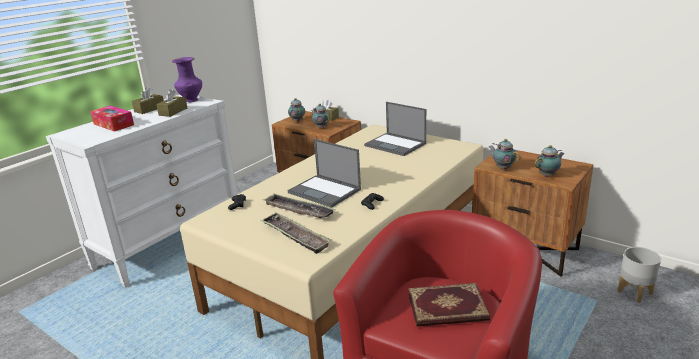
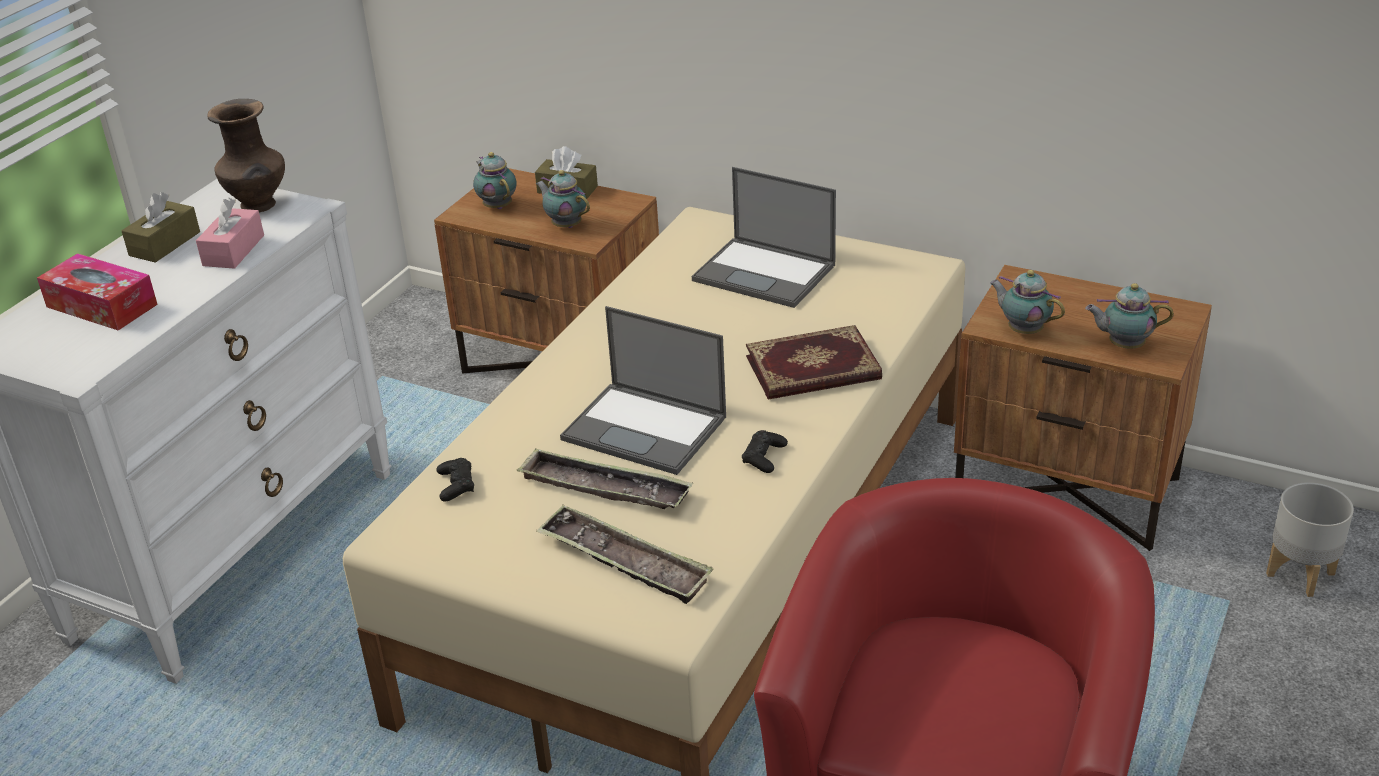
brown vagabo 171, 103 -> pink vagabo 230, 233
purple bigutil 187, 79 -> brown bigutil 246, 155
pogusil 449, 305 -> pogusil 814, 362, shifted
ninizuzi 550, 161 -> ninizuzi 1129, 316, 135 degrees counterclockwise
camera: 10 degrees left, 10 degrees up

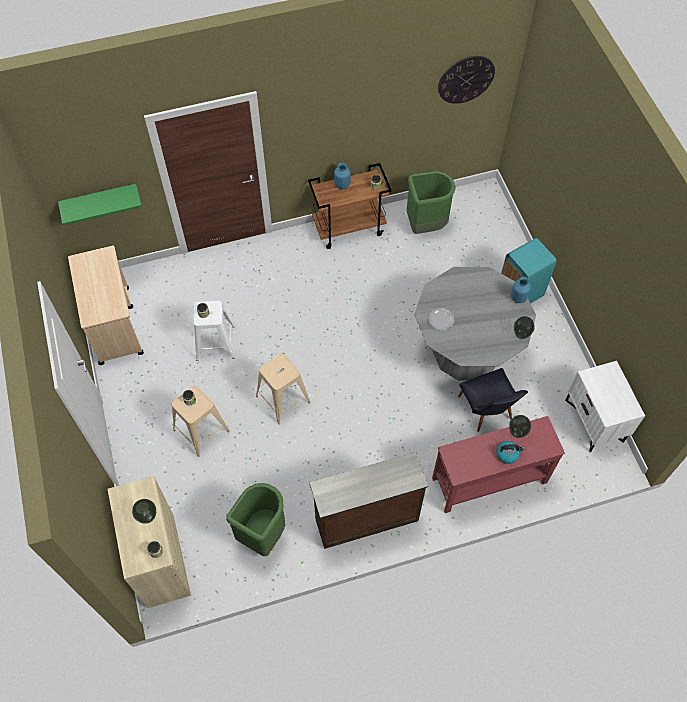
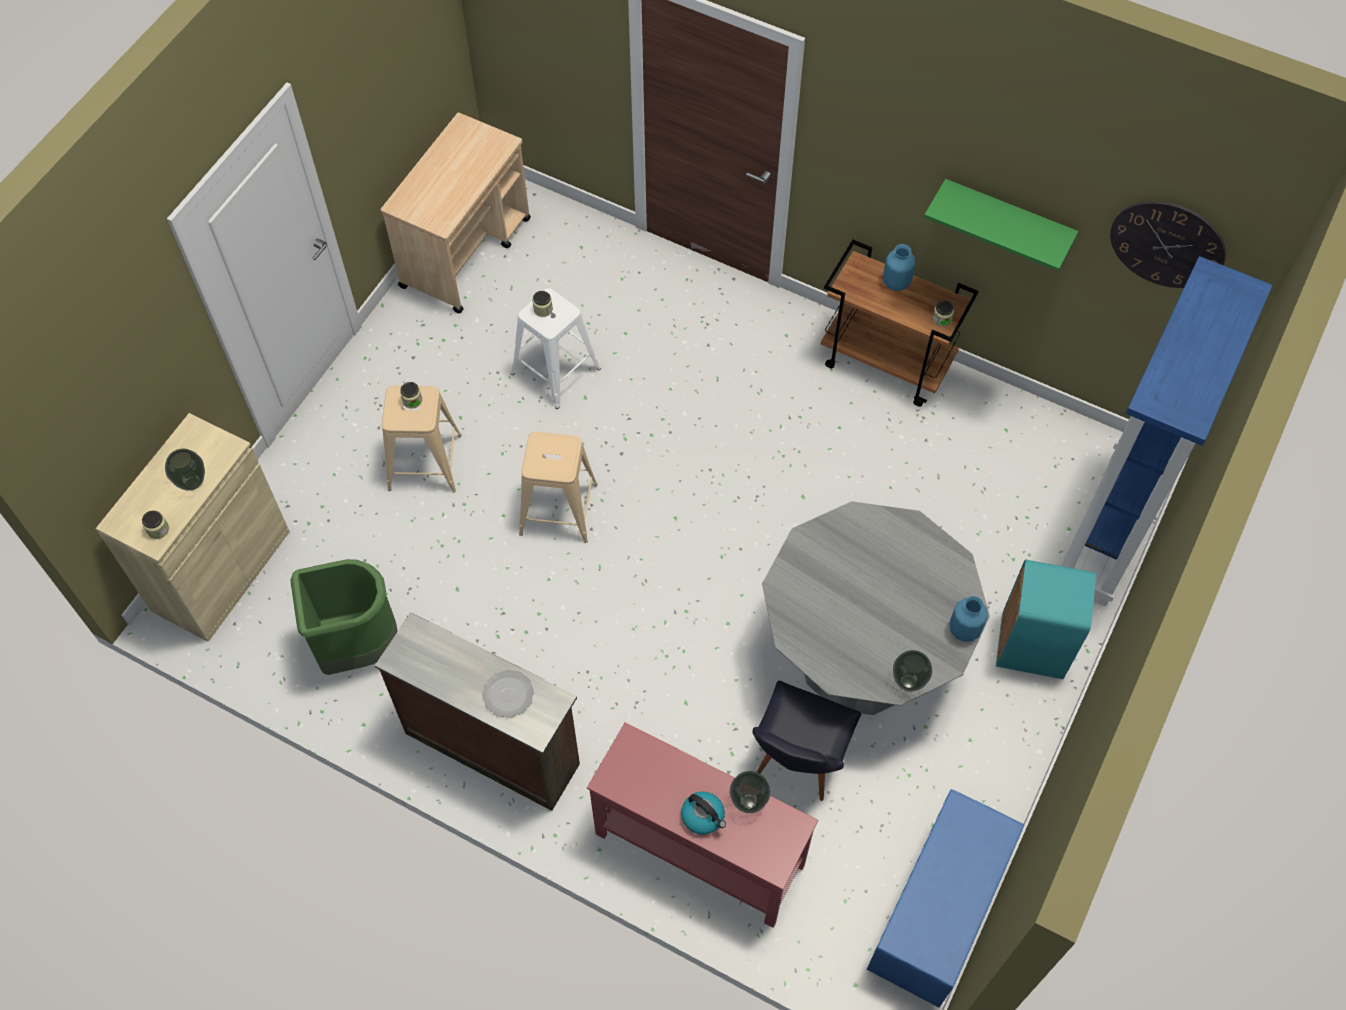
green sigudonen 100, 204 -> green sigudonen 1001, 225, shifted
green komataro 431, 202 -> none
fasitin 441, 319 -> fasitin 508, 694, shifted
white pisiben 605, 406 -> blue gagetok 945, 898
none -> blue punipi 1167, 431
camera: 45 degrees right, 0 degrees up

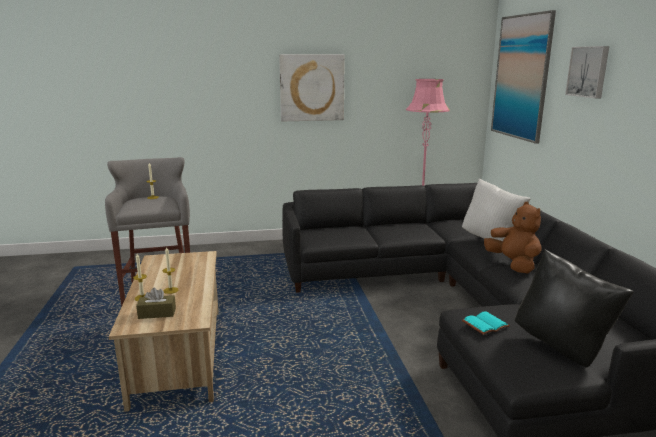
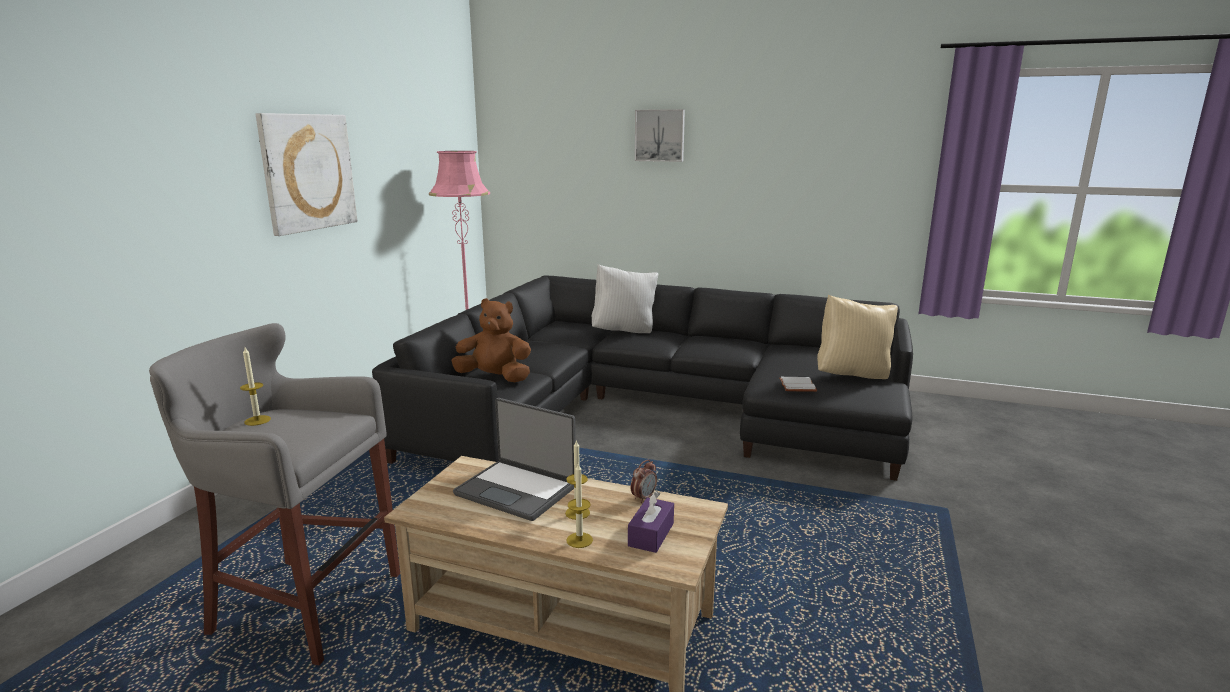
brown vagabo 156, 303 -> purple vagabo 651, 522
turquoise pogusil 486, 323 -> white pogusil 798, 384
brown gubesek 513, 238 -> brown gubesek 491, 340, shifted
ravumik 523, 77 -> none
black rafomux 574, 308 -> beige rafomux 857, 337
none -> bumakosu 514, 459
none -> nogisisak 644, 481
camera: 60 degrees left, 0 degrees up

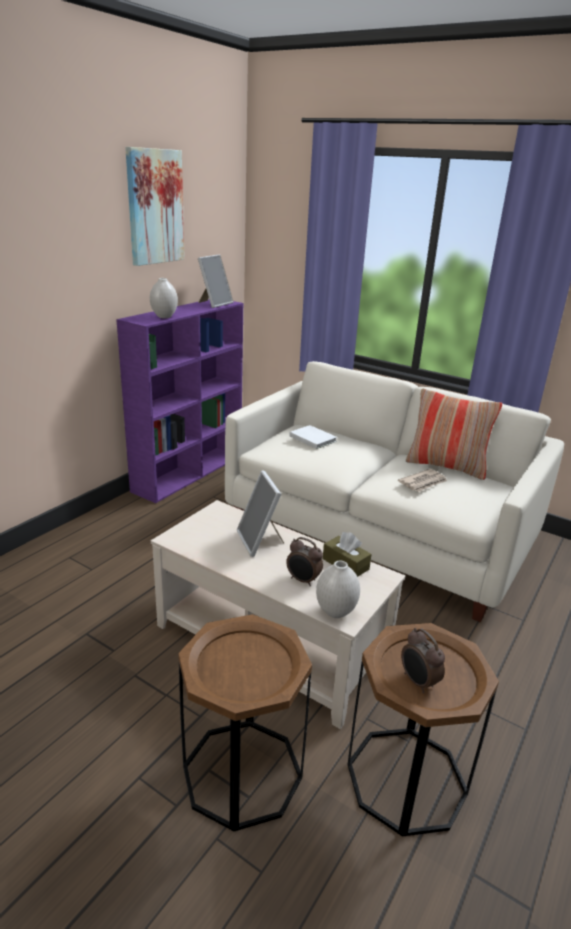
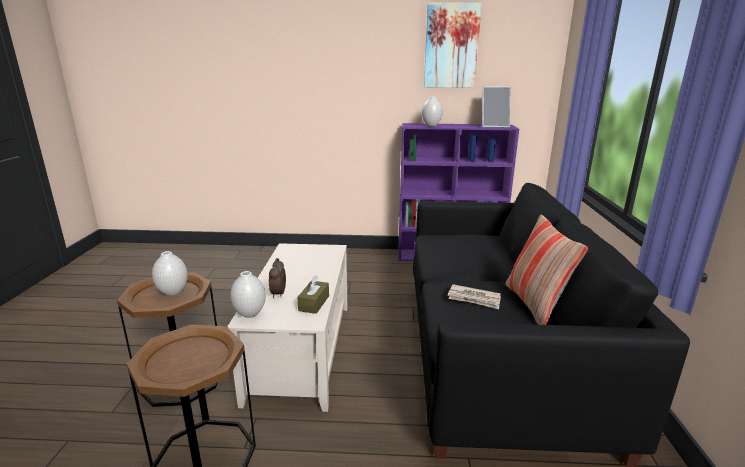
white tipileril 394, 491 -> black tipileril 551, 325
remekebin 260, 513 -> none
white pogusil 313, 437 -> none
nogisisak 423, 660 -> none
none -> white bigutil 170, 273
camera: 60 degrees right, 5 degrees down

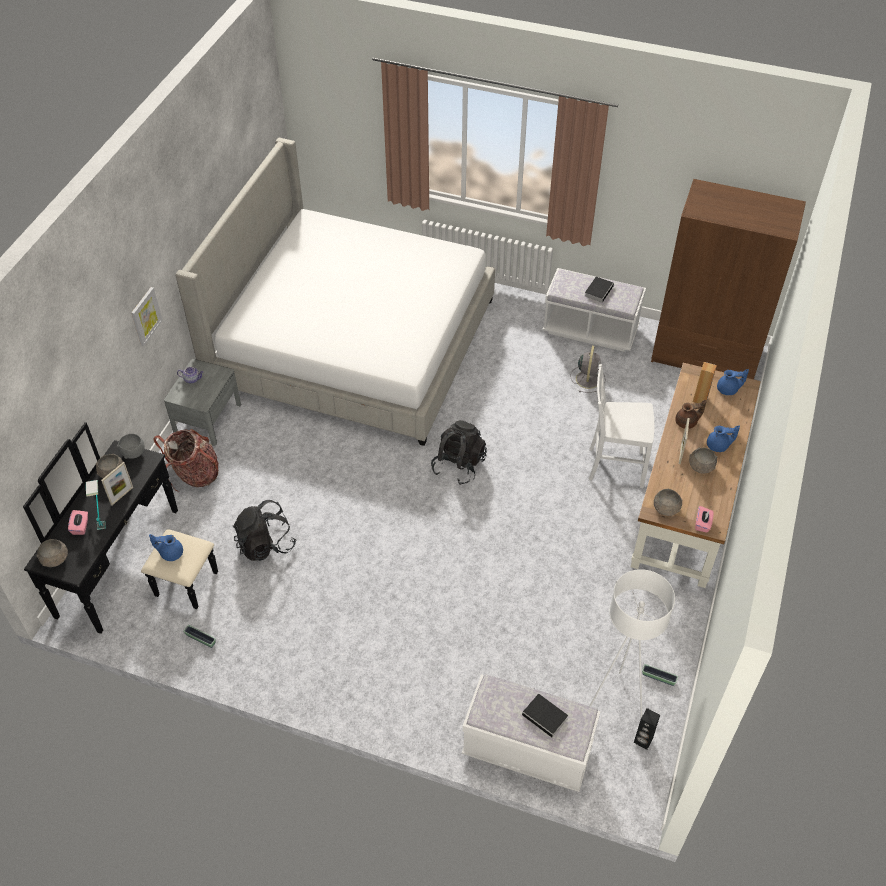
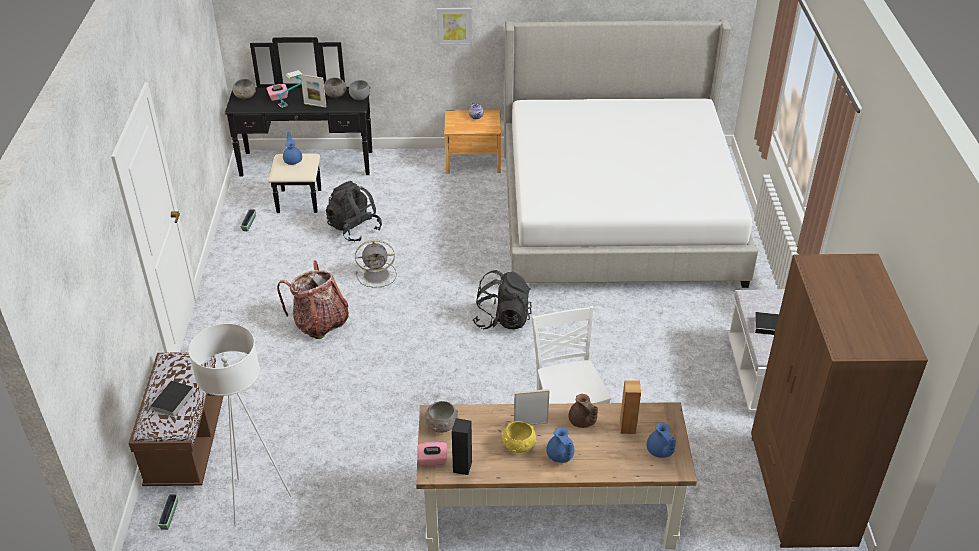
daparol 185, 461 -> daparol 313, 299, shifted
grey pisiben 202, 402 -> brown pisiben 472, 141
white gagetok 531, 733 -> brown gagetok 175, 419
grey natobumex 588, 369 -> grey natobumex 376, 264, shifted
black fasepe 647, 729 -> black fasepe 462, 446, shifted
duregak 660, 675 -> duregak 168, 512, shifted
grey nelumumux 703, 461 -> yellow nelumumux 519, 437
camera: 70 degrees right, 10 degrees down

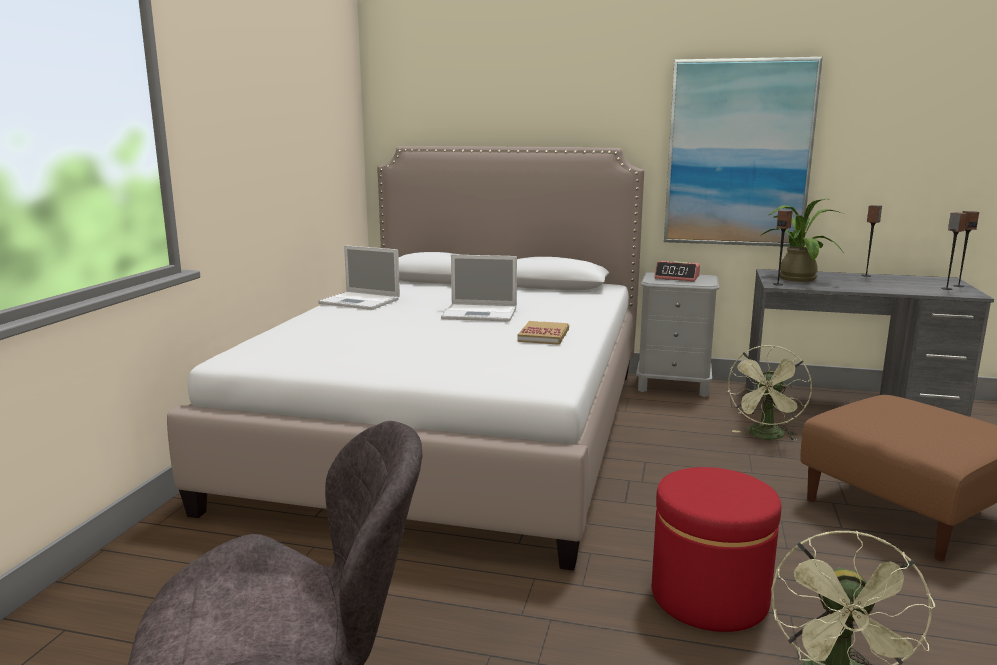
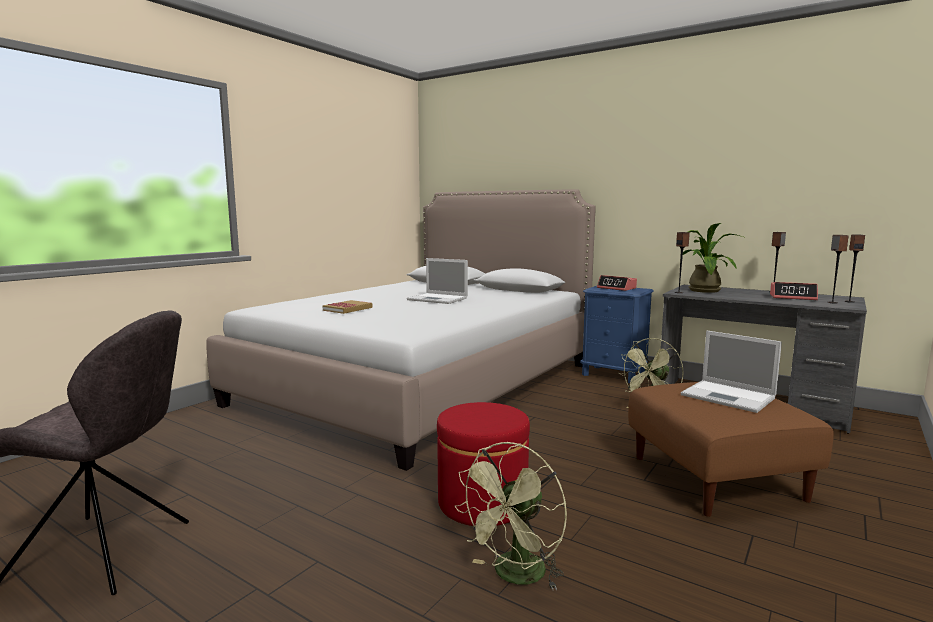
bumakosu 359, 277 -> bumakosu 731, 372, shifted
pogusil 543, 333 -> pogusil 347, 307, shifted
grey pisiben 678, 334 -> blue pisiben 617, 335
ravumik 743, 152 -> none
none -> nogisisak 794, 291
camera: 20 degrees right, 5 degrees down

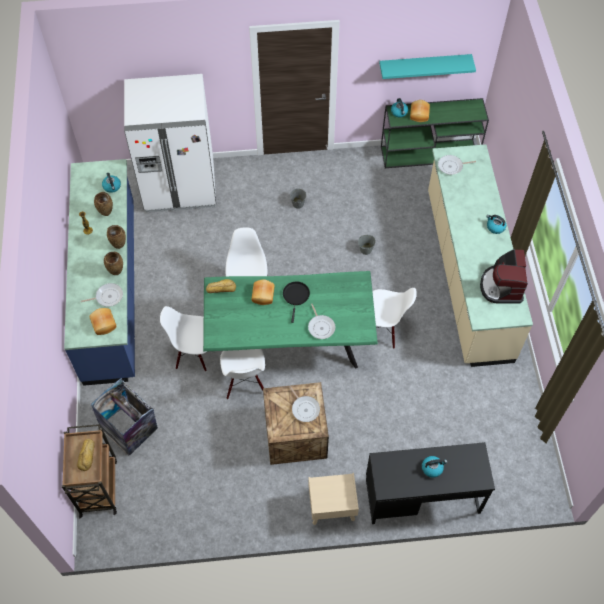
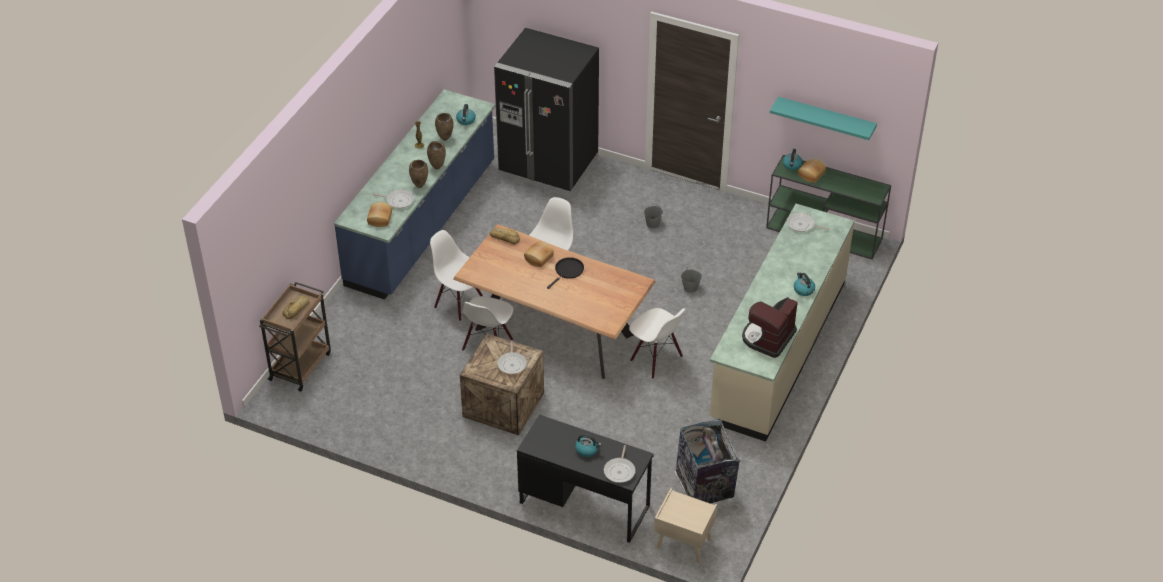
komataro 124, 416 -> komataro 707, 461, shifted
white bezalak 170, 143 -> black bezalak 546, 111
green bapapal 290, 320 -> brown bapapal 554, 301
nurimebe 321, 321 -> nurimebe 620, 464, shifted
beige pisiben 333, 499 -> beige pisiben 685, 525, shifted
camera: 30 degrees right, 15 degrees down

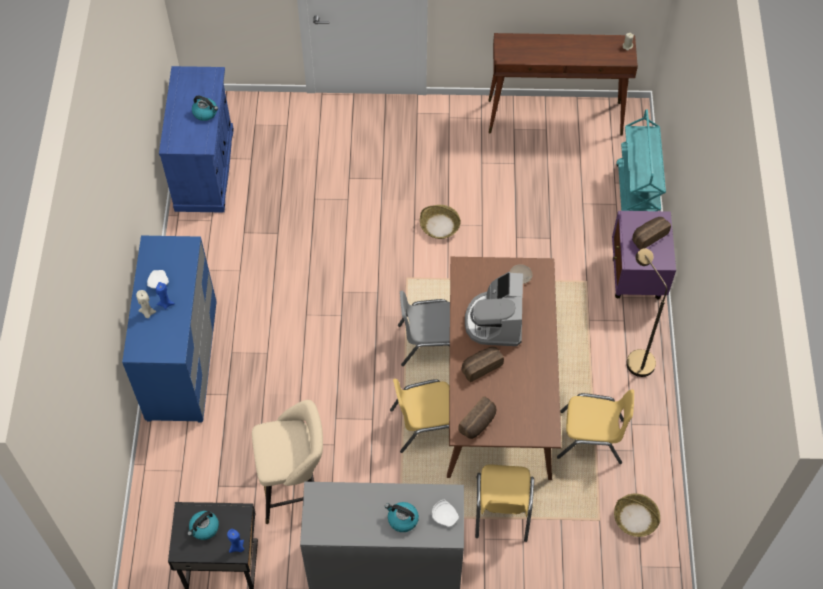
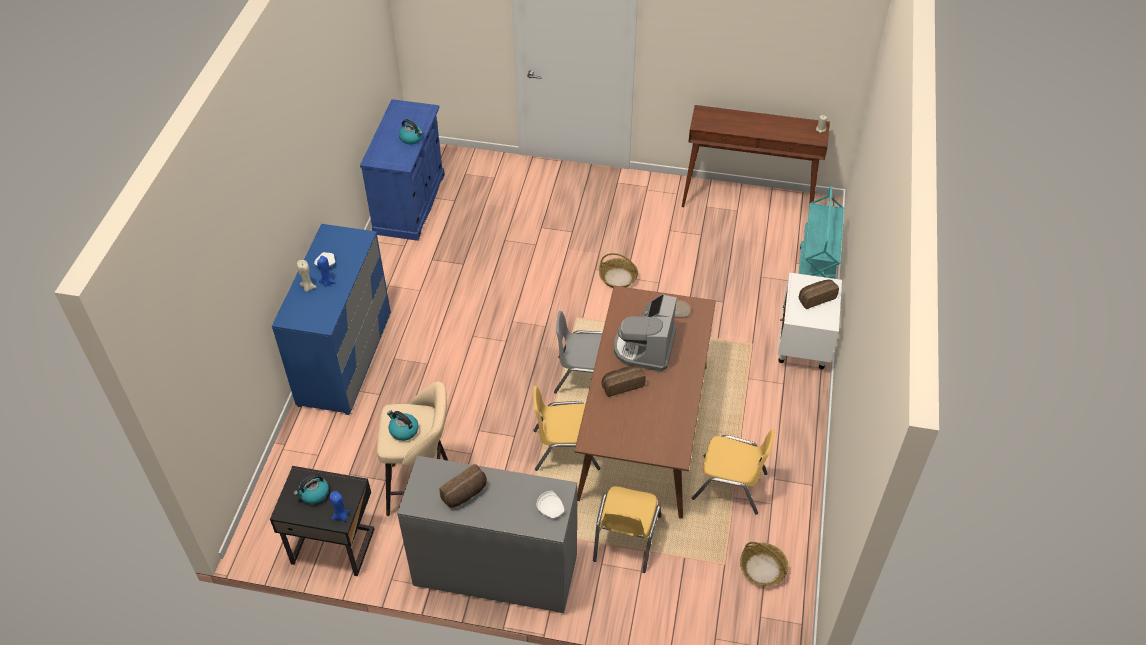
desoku 402, 517 -> desoku 403, 426, shifted
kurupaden 477, 417 -> kurupaden 463, 486, shifted
purple pisiben 644, 255 -> white pisiben 810, 321
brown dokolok 647, 312 -> none
camera: 10 degrees right, 10 degrees down

